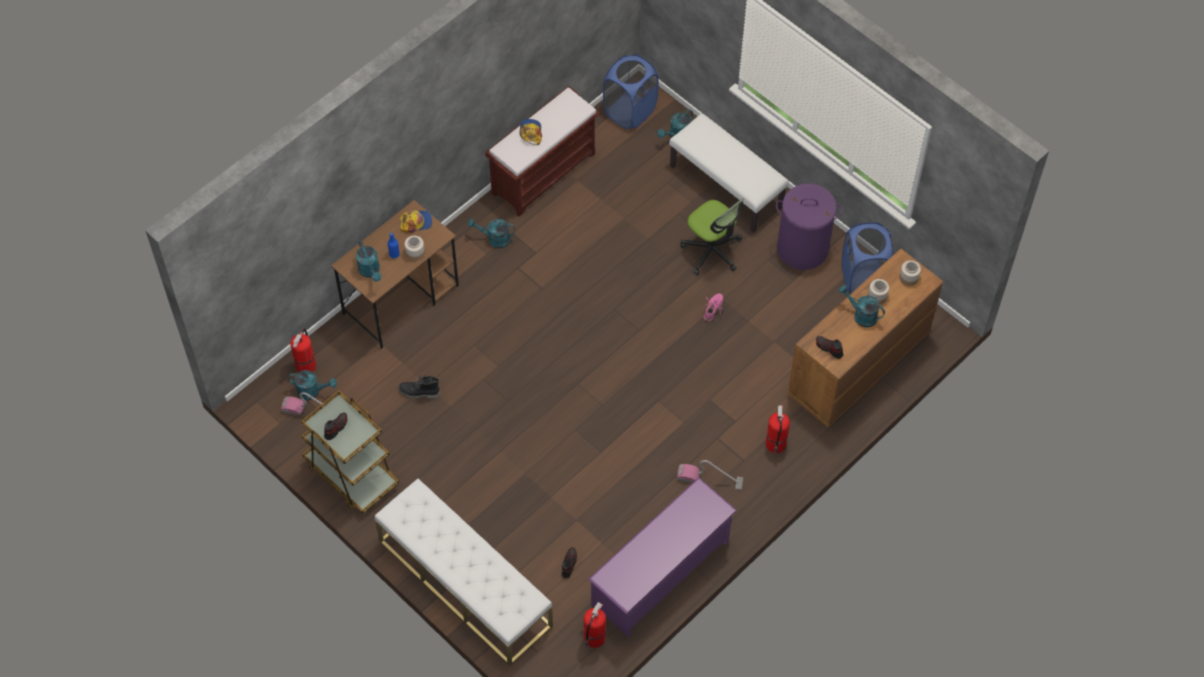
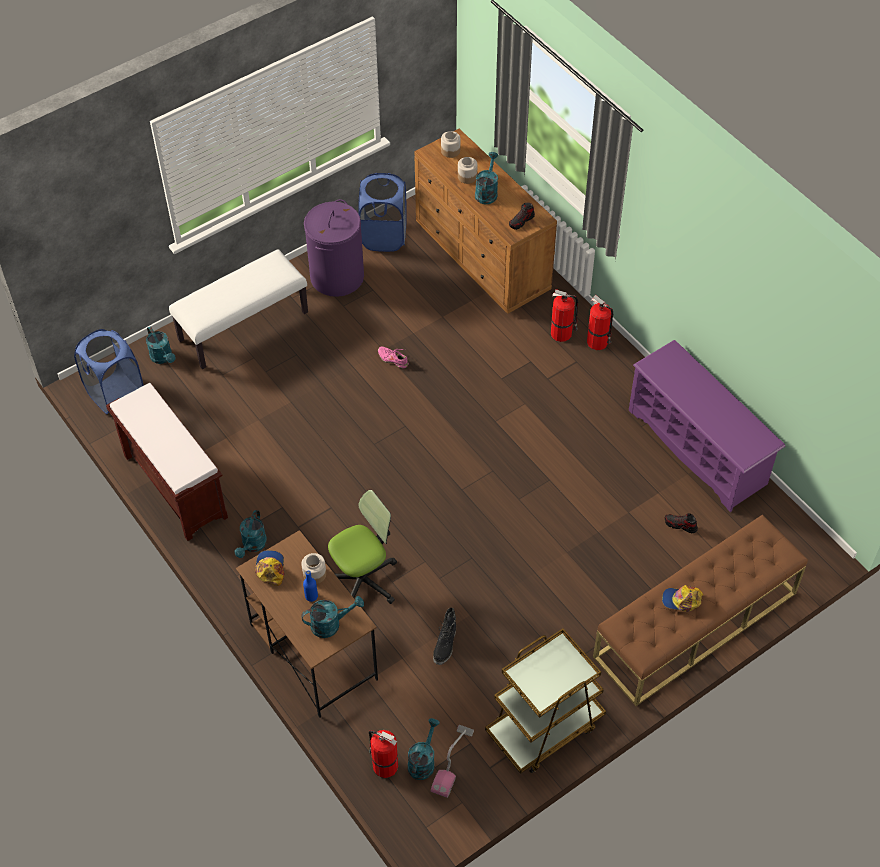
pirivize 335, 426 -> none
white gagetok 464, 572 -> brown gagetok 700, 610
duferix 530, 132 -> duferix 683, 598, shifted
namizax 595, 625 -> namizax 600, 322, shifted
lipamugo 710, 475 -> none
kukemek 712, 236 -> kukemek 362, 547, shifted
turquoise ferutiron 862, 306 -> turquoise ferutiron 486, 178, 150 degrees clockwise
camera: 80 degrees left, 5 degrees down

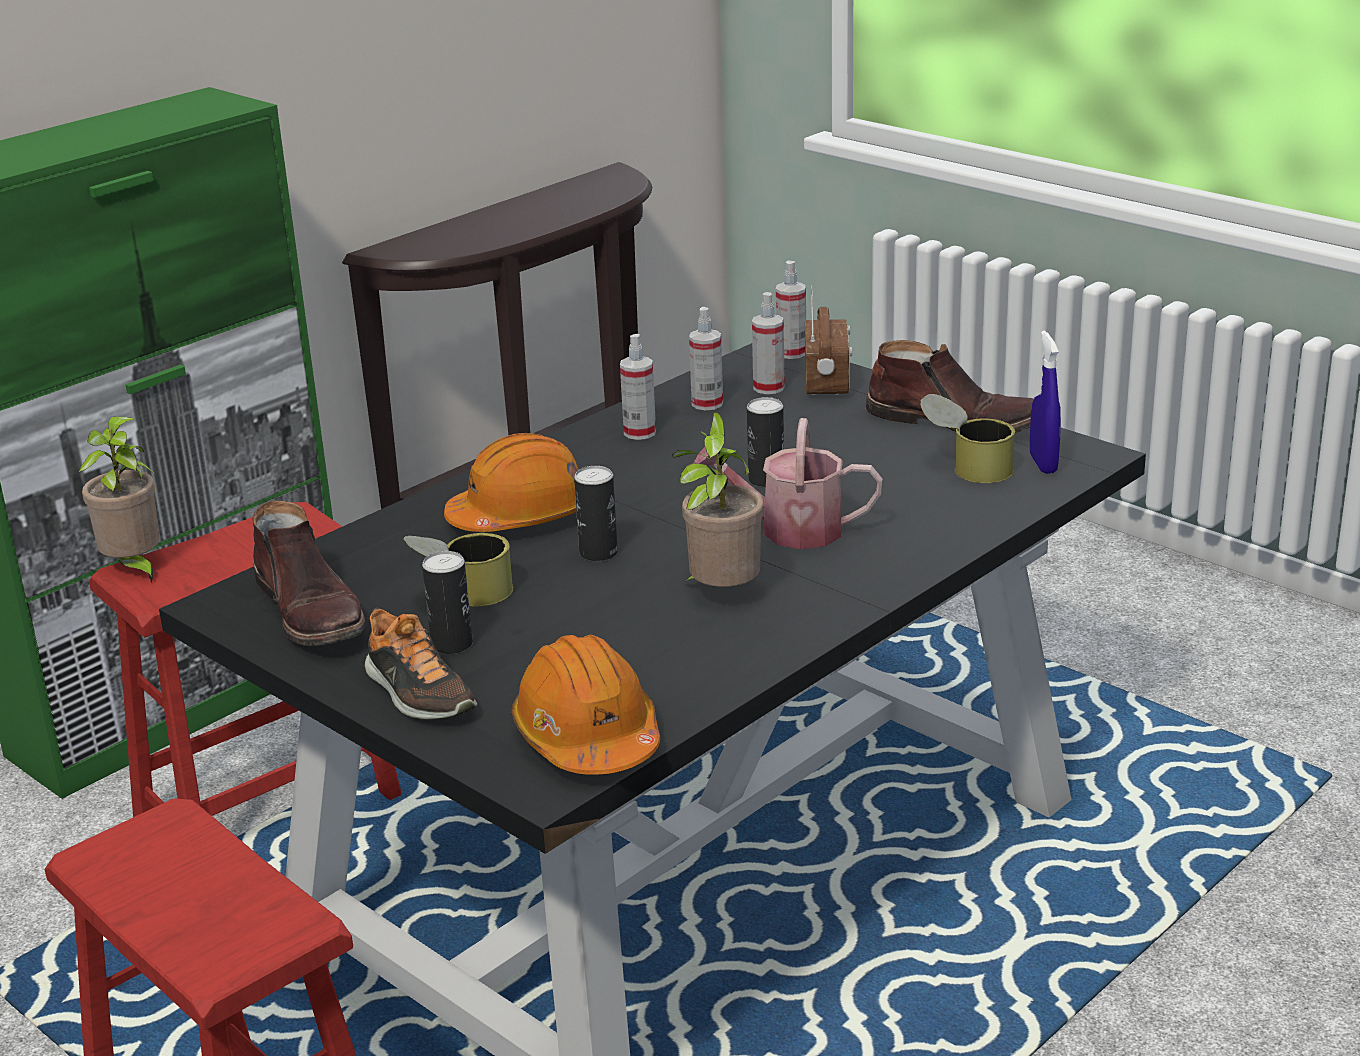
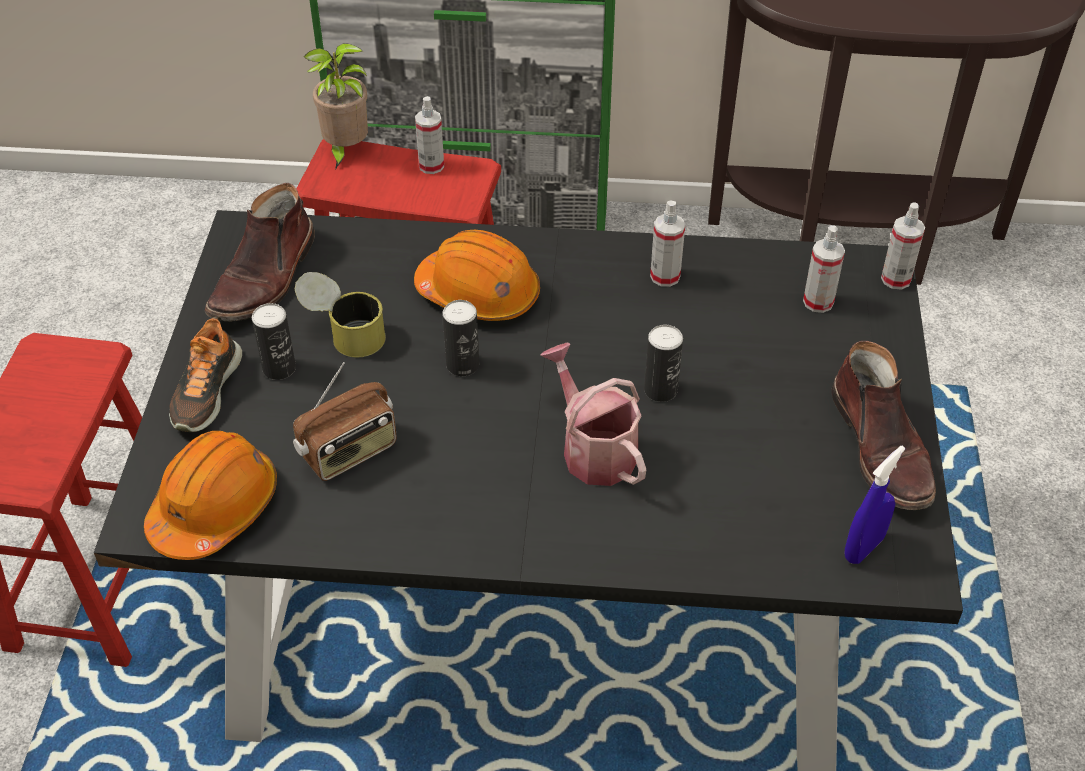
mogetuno 718, 499 -> none
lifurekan 706, 359 -> lifurekan 429, 135, shifted
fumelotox 828, 339 -> fumelotox 345, 421, shifted
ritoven 967, 438 -> none
camera: 50 degrees right, 20 degrees up

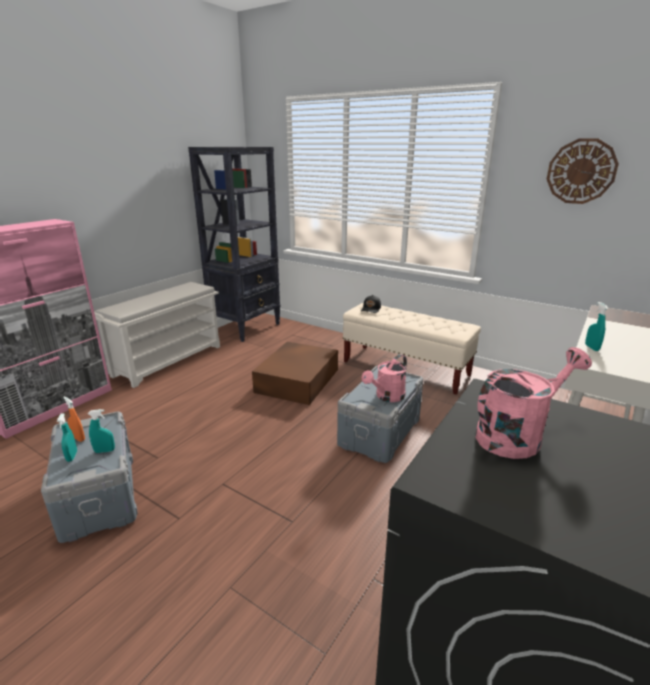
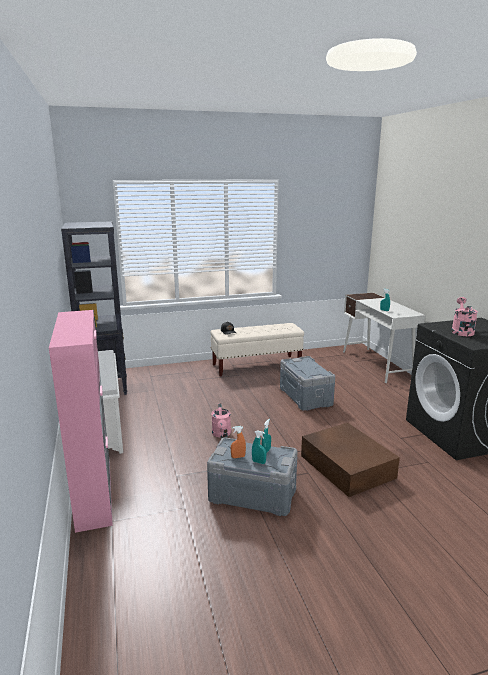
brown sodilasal 295, 373 -> brown sodilasal 350, 460, shifted
pink ferutiron 384, 378 -> pink ferutiron 221, 420, shifted
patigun 583, 171 -> none
camera: 50 degrees left, 5 degrees down

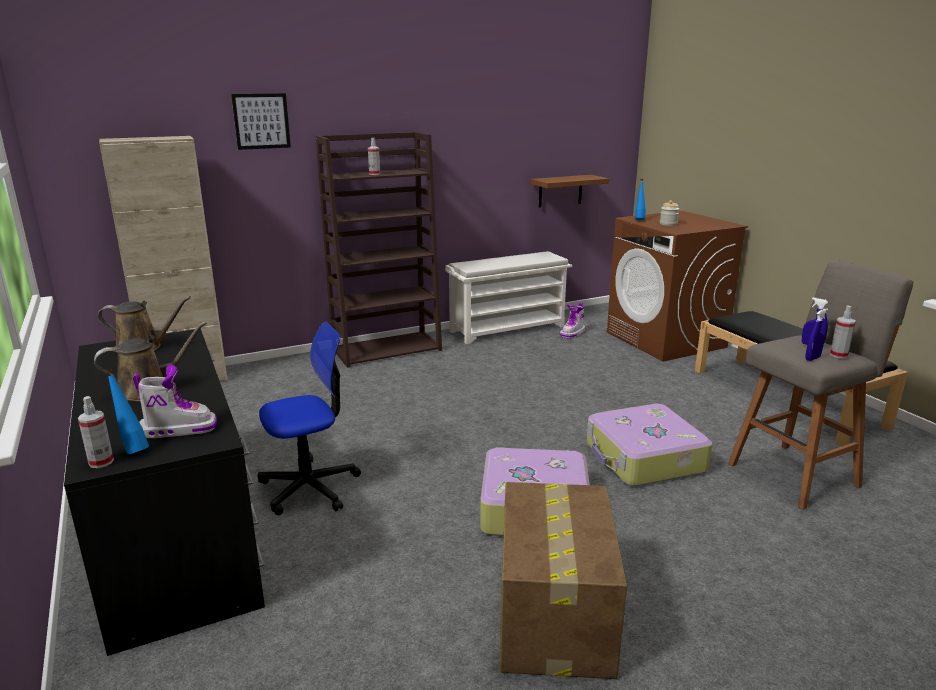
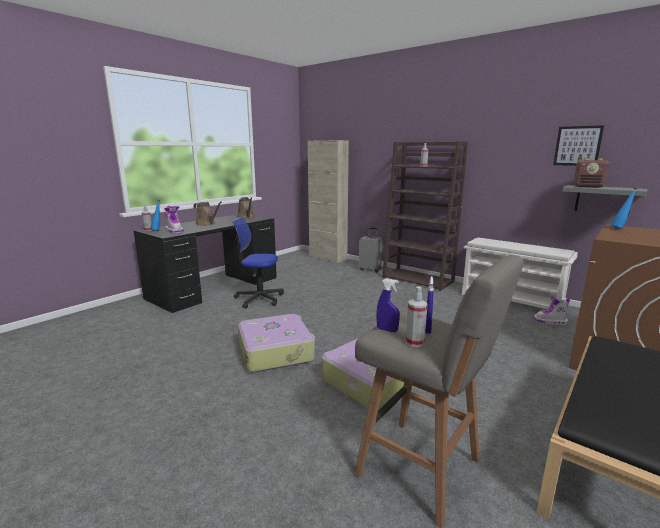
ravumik 261, 121 -> ravumik 578, 145, shifted
kukemek 309, 418 -> kukemek 258, 262, 150 degrees clockwise
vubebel 563, 580 -> none
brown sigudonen 569, 191 -> grey sigudonen 605, 200
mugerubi 669, 213 -> none
none -> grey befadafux 370, 250
none -> fumelotox 591, 173
camera: 65 degrees right, 5 degrees down

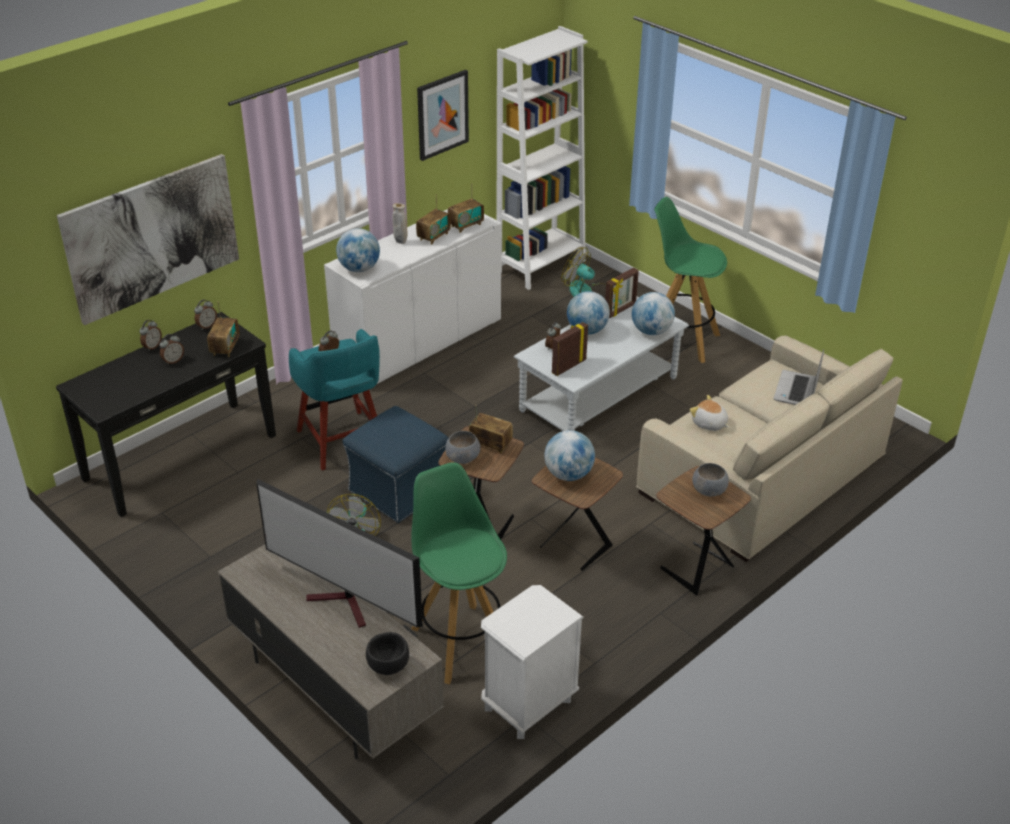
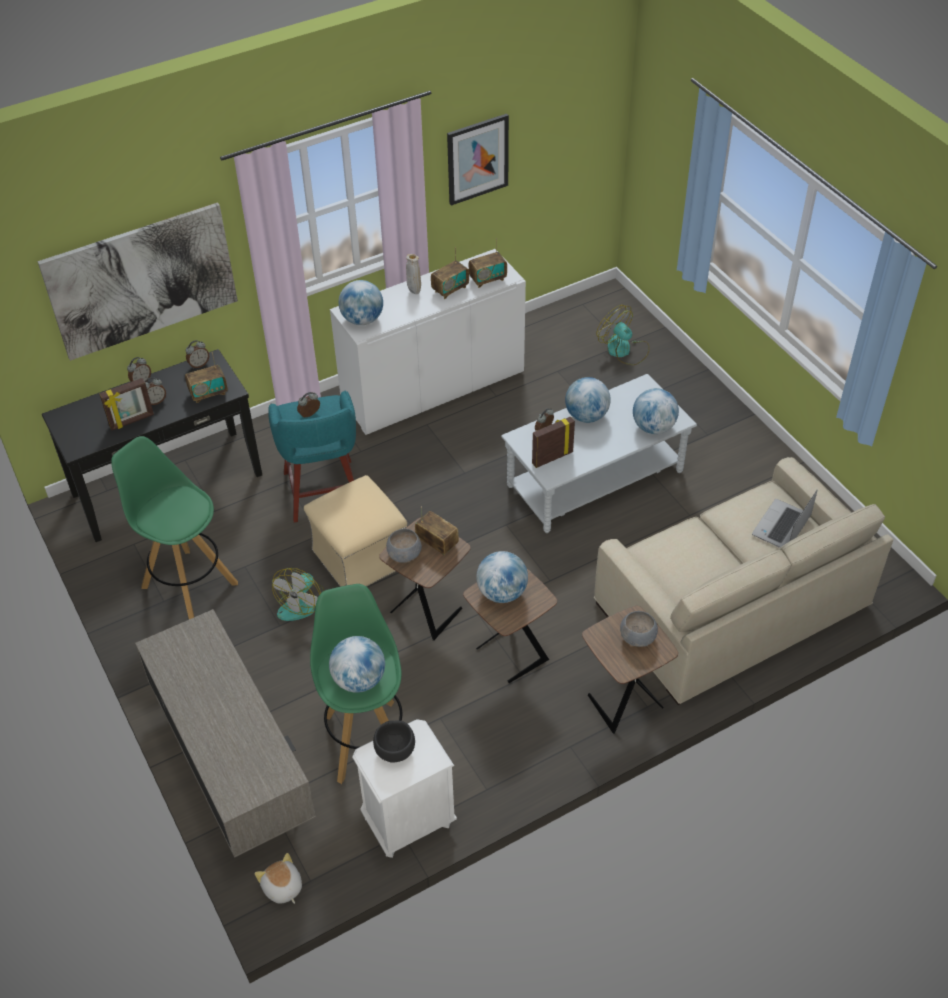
fumelotox 223, 329 -> fumelotox 206, 377, 45 degrees clockwise
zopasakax 339, 553 -> none
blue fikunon 395, 464 -> beige fikunon 355, 531
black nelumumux 387, 653 -> black nelumumux 394, 741, shifted
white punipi 542, 158 -> none
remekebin 622, 293 -> remekebin 126, 404, shifted
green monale 690, 280 -> green monale 174, 527, shifted
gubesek 709, 413 -> gubesek 278, 878, shifted
none -> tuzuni 357, 664
camera: 15 degrees right, 10 degrees up

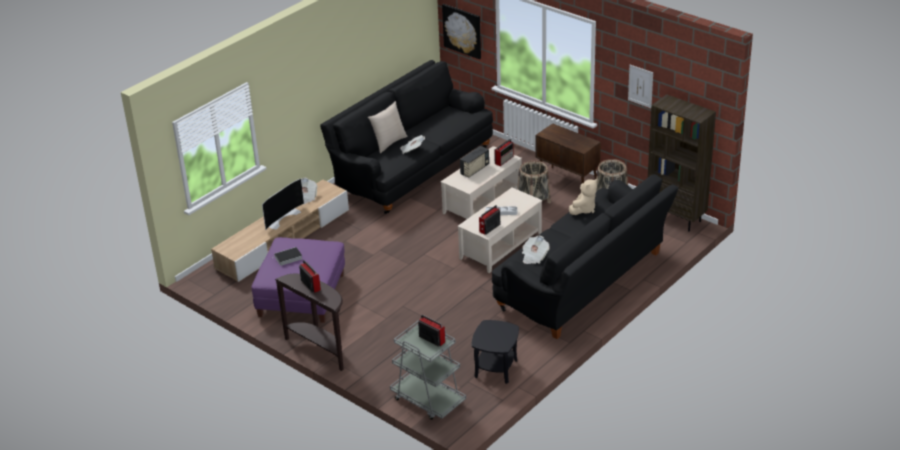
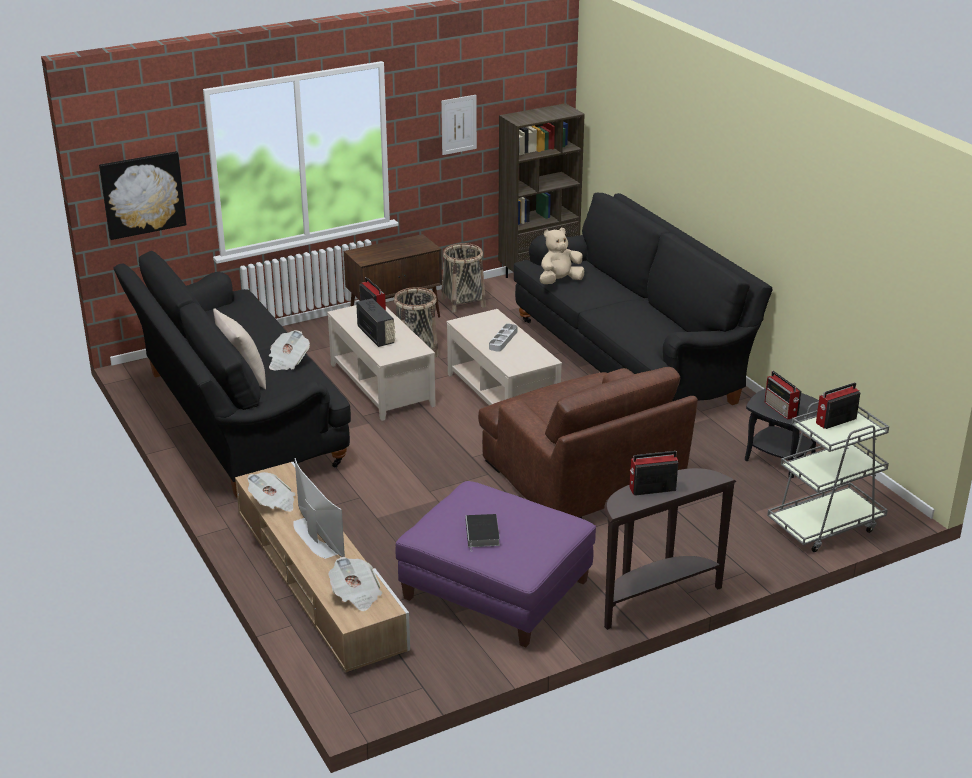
fumelotox 489, 220 -> fumelotox 783, 395, shifted
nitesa 536, 250 -> nitesa 355, 584, shifted
beige gubesek 583, 197 -> beige gubesek 562, 256, 90 degrees counterclockwise
none -> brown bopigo 588, 443
camera: 70 degrees left, 5 degrees down

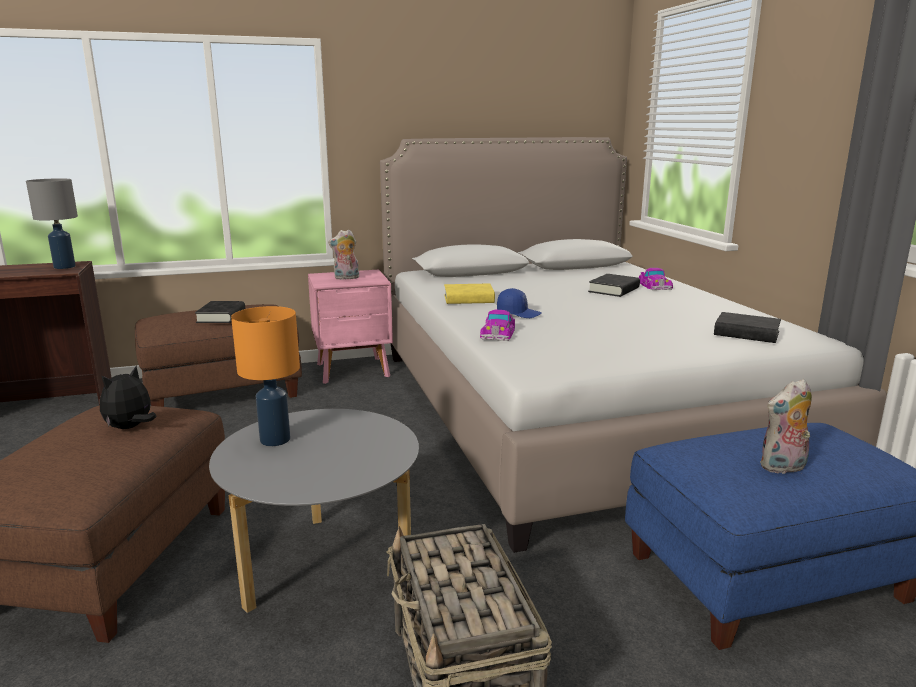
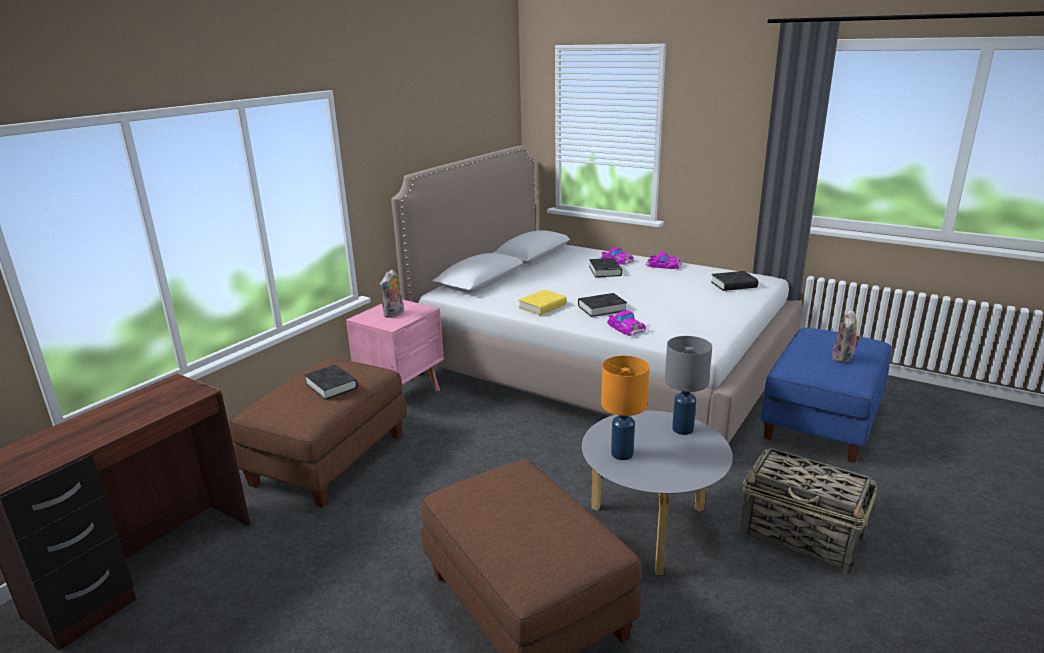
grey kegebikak 52, 223 -> grey kegebikak 688, 385, shifted
gubesek 128, 397 -> none
blue duferix 519, 303 -> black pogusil 602, 305
none -> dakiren 663, 260
camera: 40 degrees left, 5 degrees up

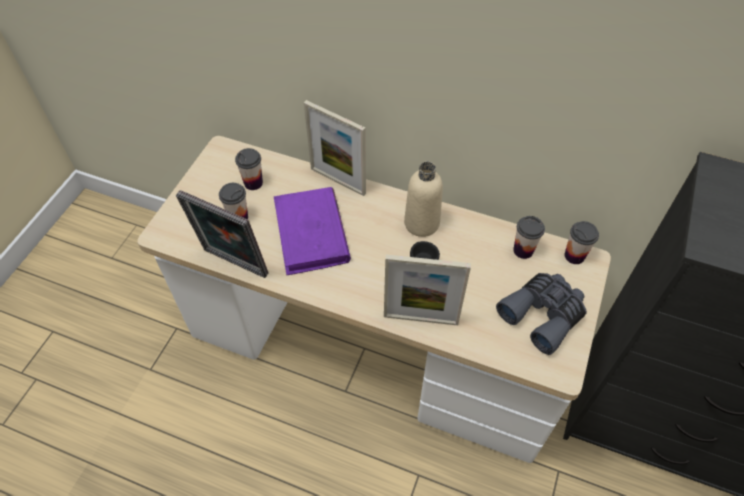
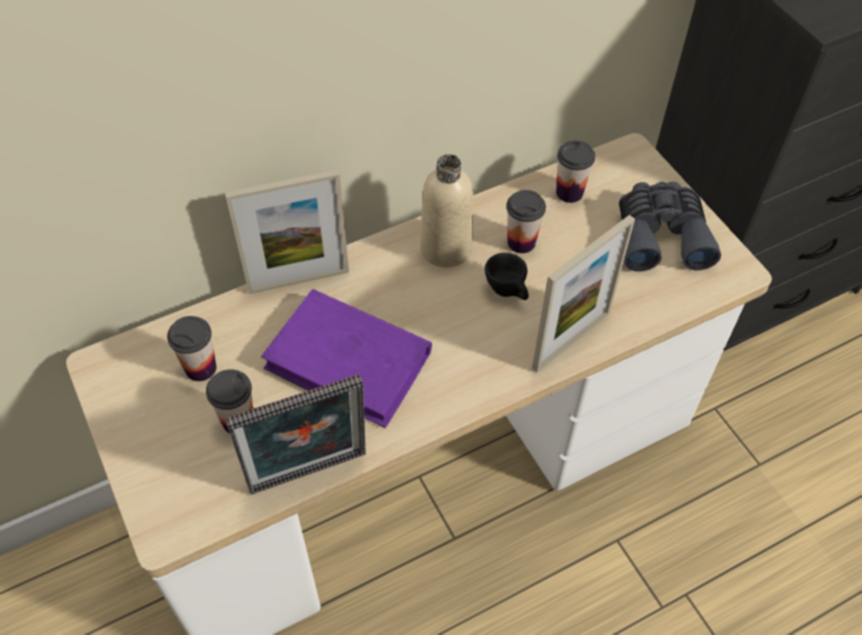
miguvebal 582, 242 -> miguvebal 526, 221, shifted
camera: 50 degrees left, 0 degrees up

